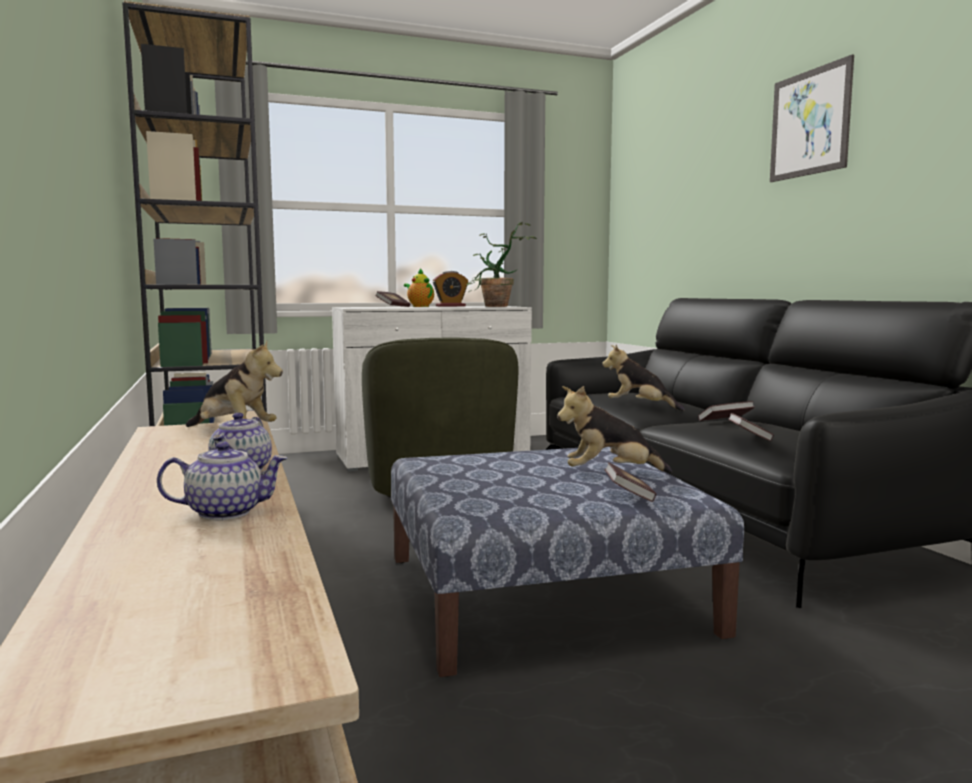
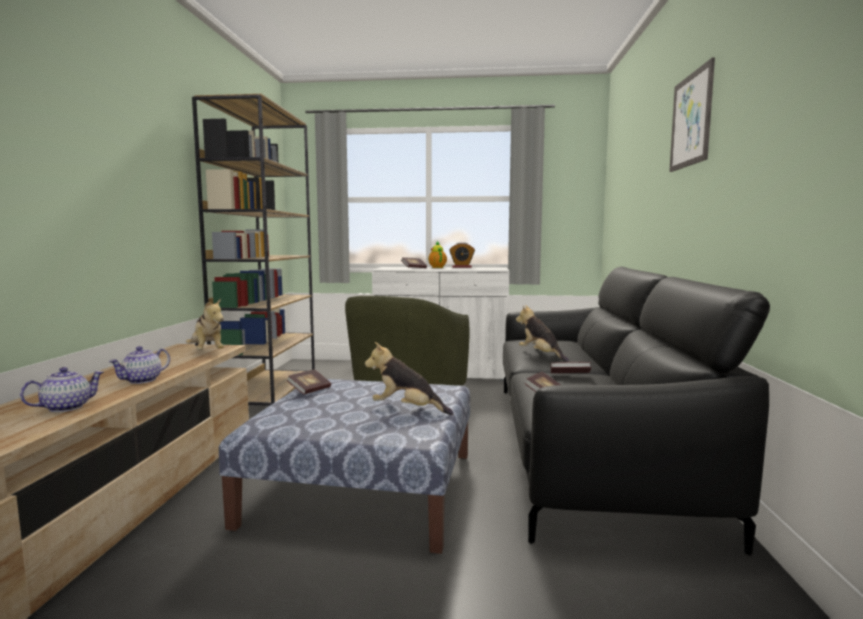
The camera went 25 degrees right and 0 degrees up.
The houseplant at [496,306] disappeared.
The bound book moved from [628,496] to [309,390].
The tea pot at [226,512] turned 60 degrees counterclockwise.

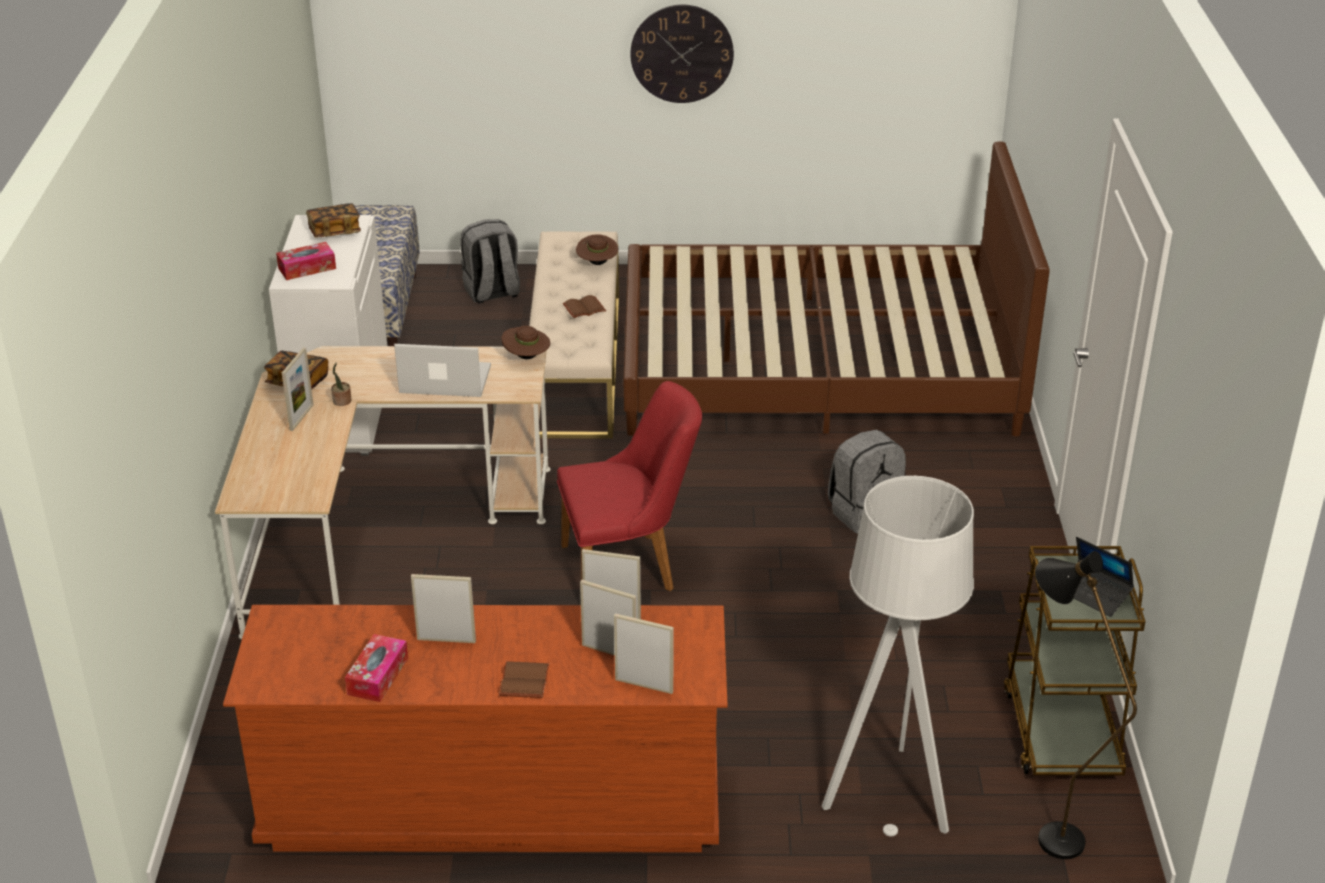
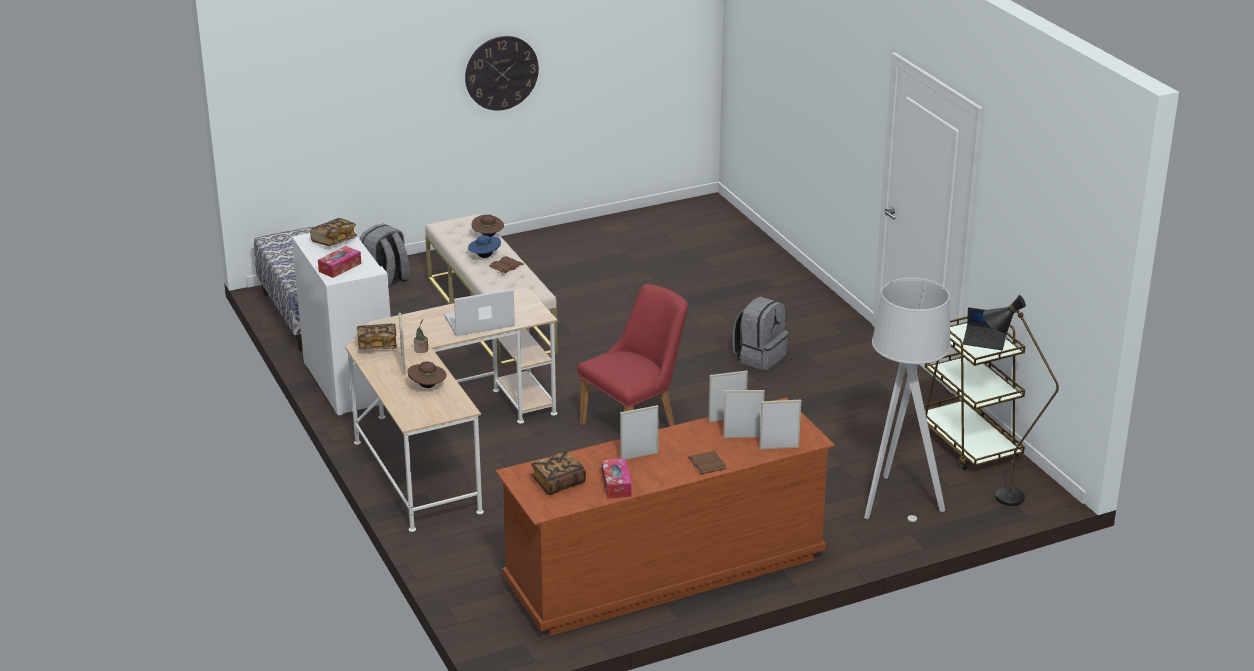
The camera went 25 degrees left and 5 degrees down.
The brown sleeping bed at [817,366] disappeared.
The bluish hat at [484,256] appeared.
The bound book at [558,482] appeared.
The brown hat moved from [526,357] to [427,386].

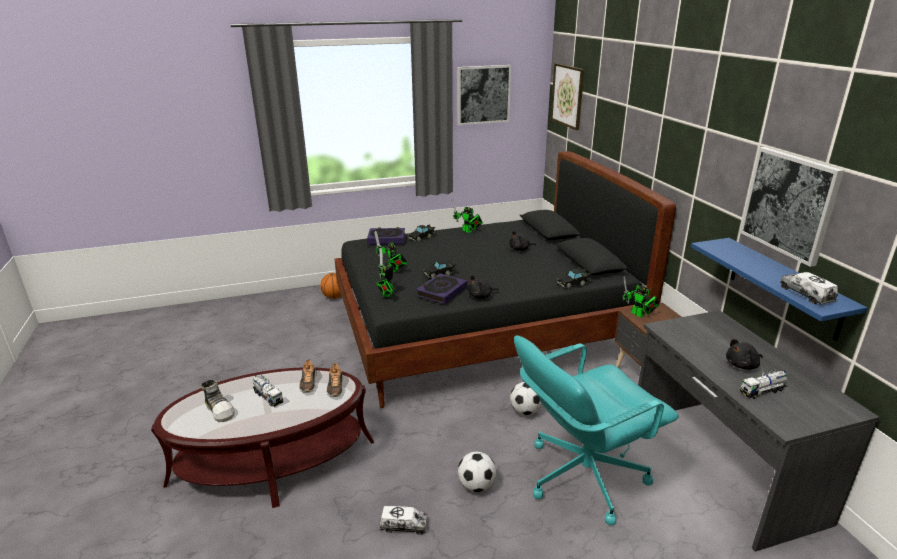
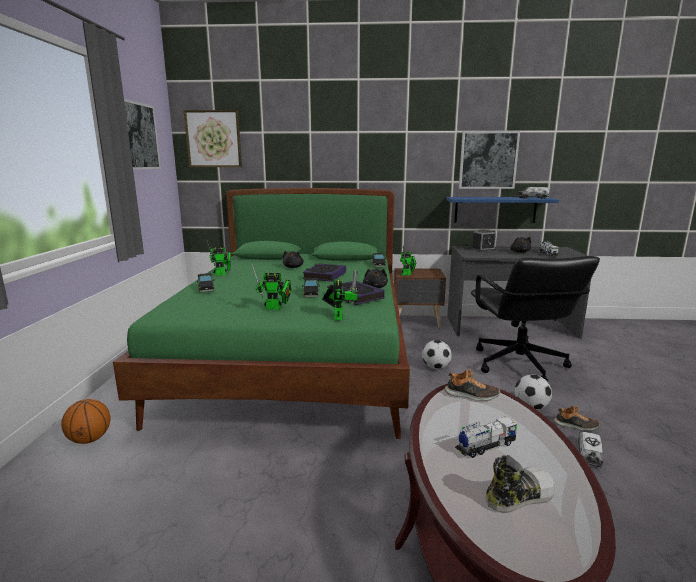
The camera went 70 degrees left and 10 degrees down.
The bedside clock at [483,249] appeared.
The low shoe moved from [308,383] to [576,426].
The bound book moved from [386,239] to [324,276].
The blackish sleeping bed at [483,330] became the greenish sleeping bed at [296,359].
The blue-green desk chair at [583,475] became the blackish desk chair at [518,365].
The toy robot at [387,295] turned 135 degrees counterclockwise.

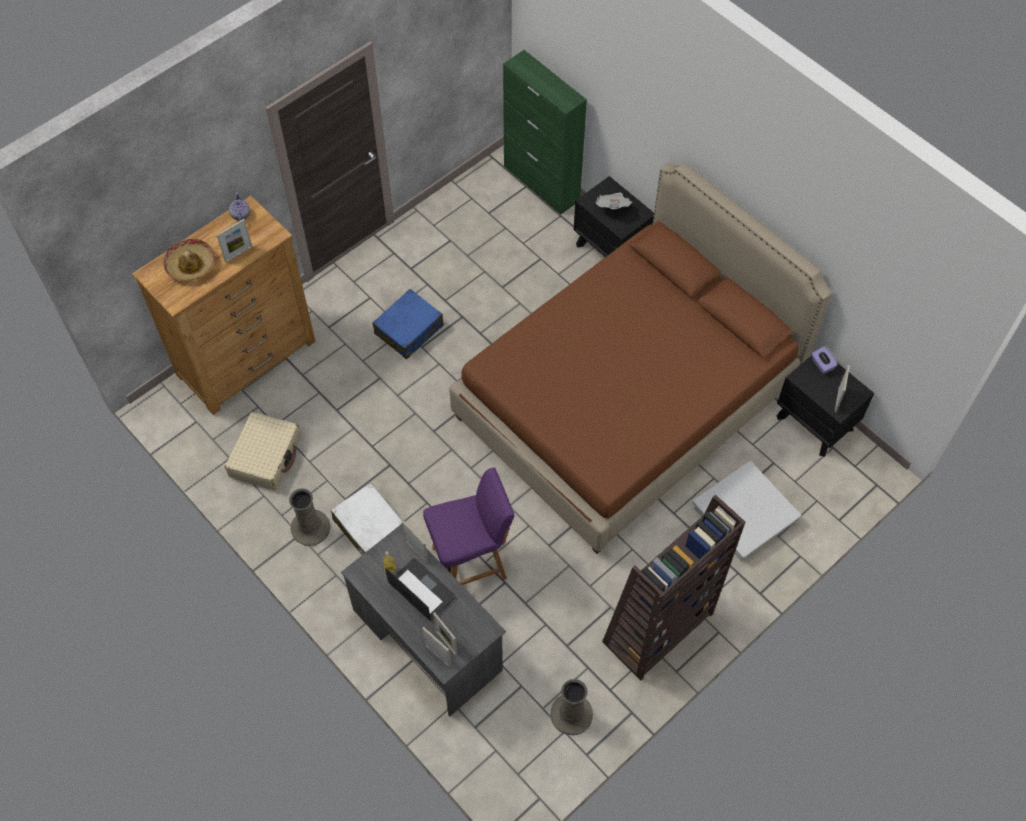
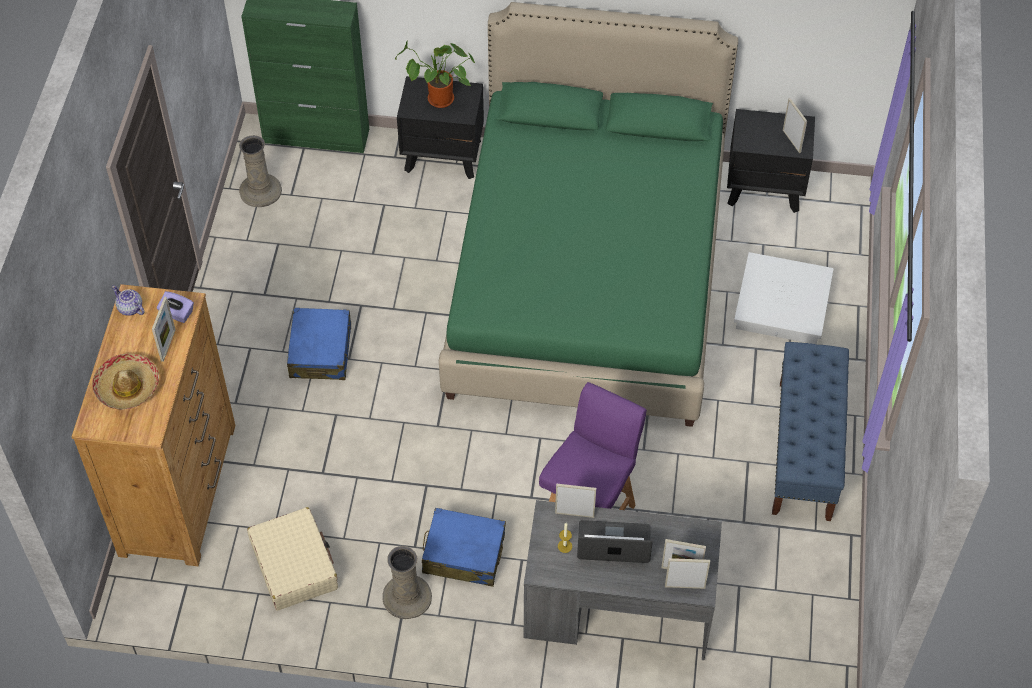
The camera went 40 degrees left and 5 degrees down.
The beige-coloured vase moved from [571,714] to [260,191].
The purple tissue holder moved from [822,365] to [177,313].
The newspaper at [613,207] was replaced by the houseplant at [438,101].
The brown shelving unit at [657,629] was replaced by the bluish long seat at [804,450].
The whitish travel case at [369,527] became the bluish travel case at [463,554].
The brown sleeping bed at [627,399] became the greenish sleeping bed at [587,276].

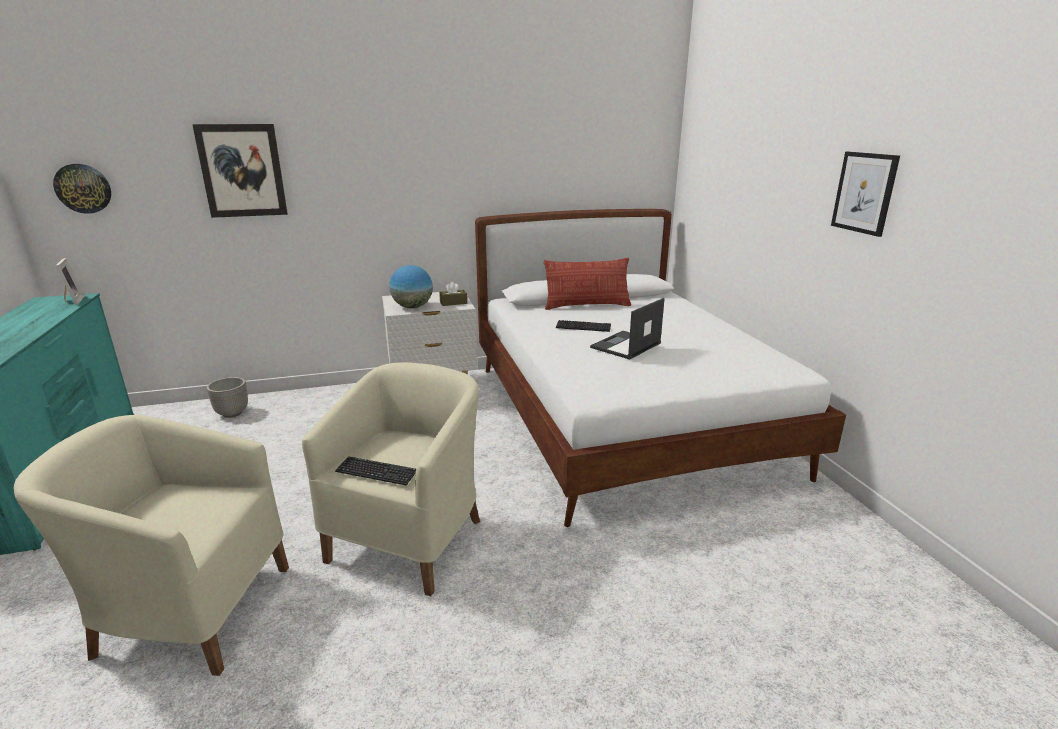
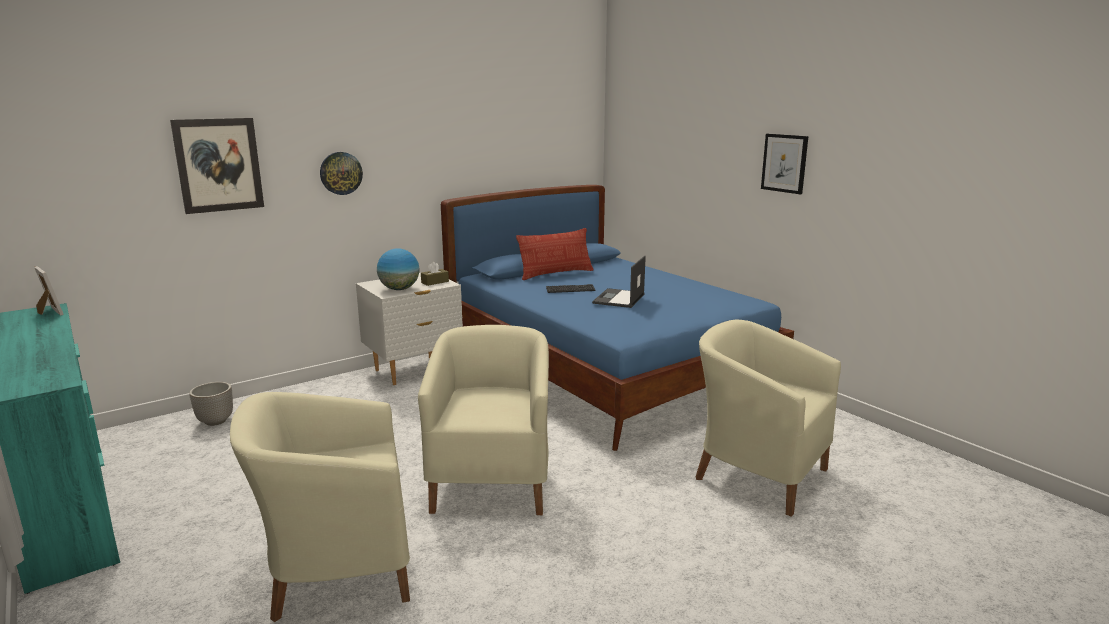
The camera went 20 degrees left and 5 degrees down.
The computer keyboard at [376,472] disappeared.
The beige-coloured armchair at [757,473] appeared.
The hanging clock moved from [83,188] to [341,173].
The whitish sleeping bed at [622,418] became the bluish sleeping bed at [605,370].

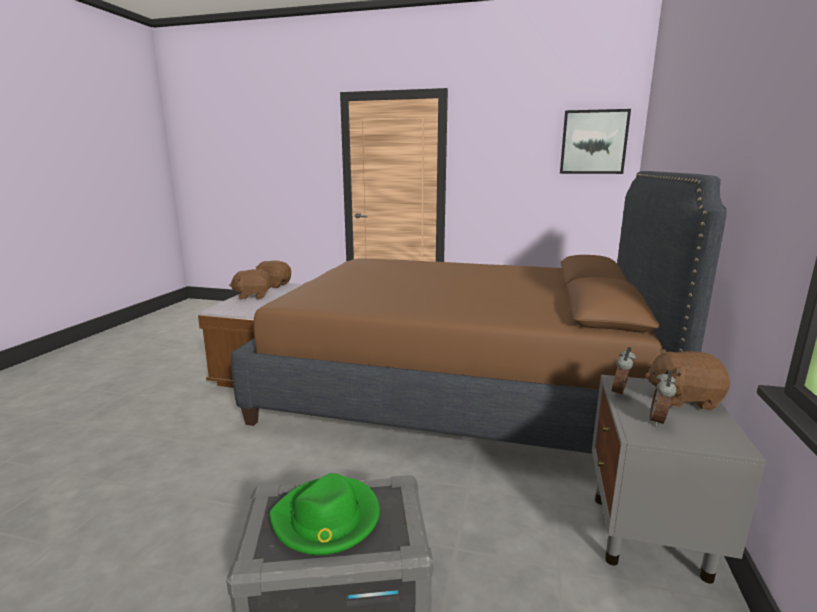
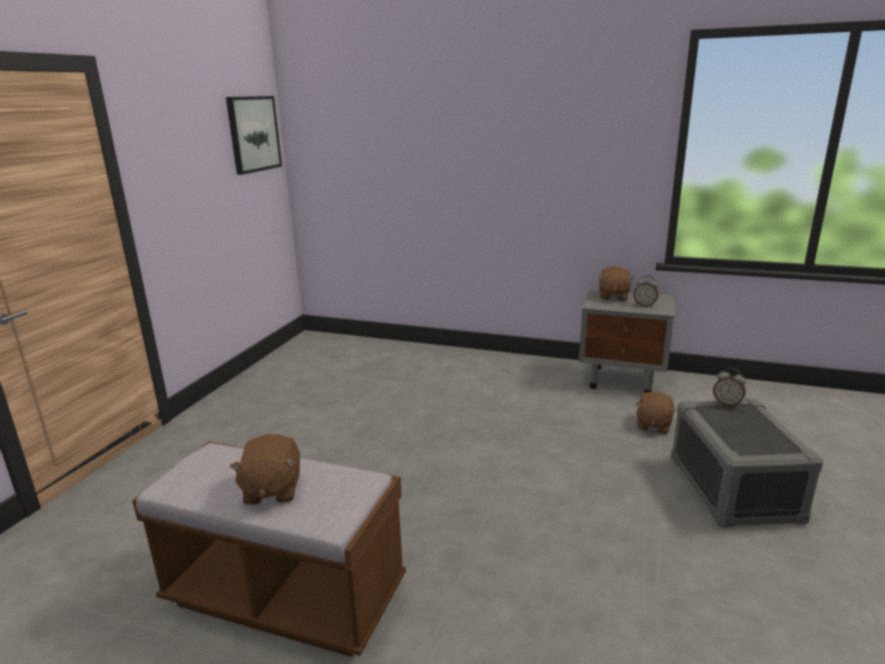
The camera went 85 degrees left and 5 degrees up.
The brown sleeping bed at [459,387] disappeared.
The greenish hat at [327,519] disappeared.
The brown plush toy moved from [274,285] to [653,425].
The bedside clock moved from [621,392] to [727,403].

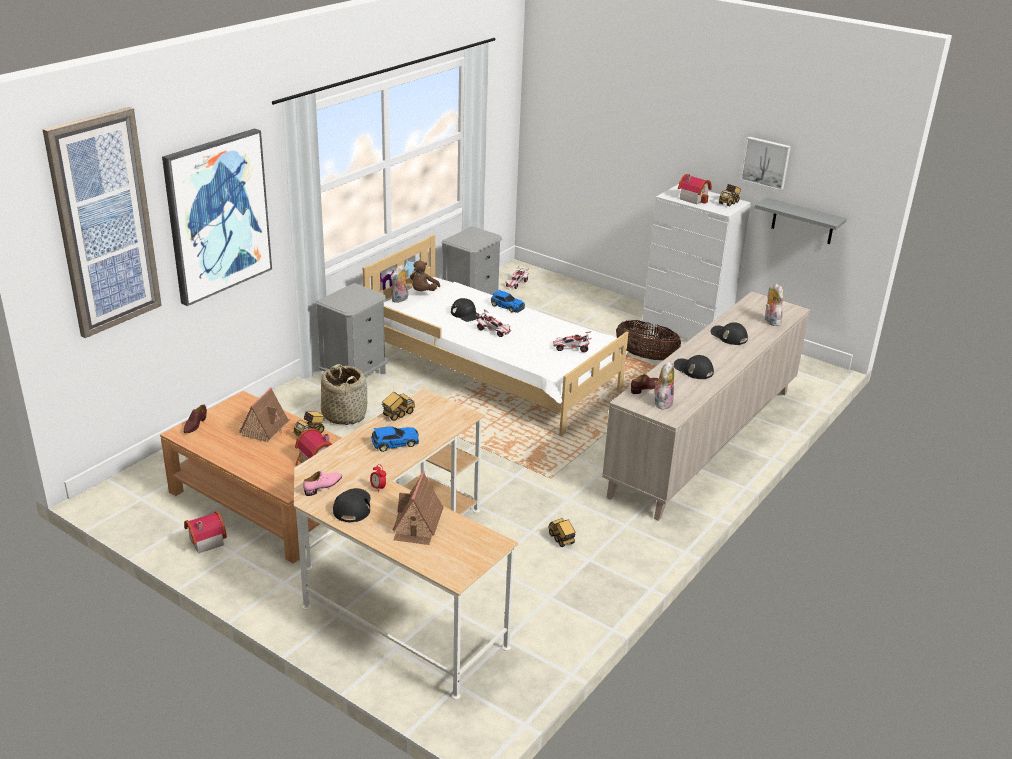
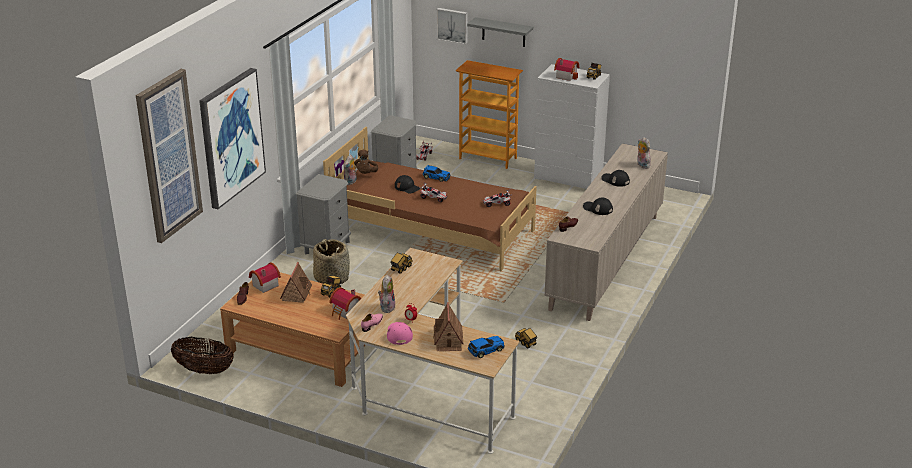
The camera went 10 degrees left and 0 degrees up.
The shelving unit at [488,158] appeared.
The miniature house moved from [205,541] to [264,285].
The toy car moved from [394,443] to [485,350].
The basket moved from [645,356] to [204,370].
The plush toy moved from [662,402] to [387,307].
The wall picture moved from [766,162] to [452,25].
The greyish wall shelf moved from [803,221] to [503,32].
The blackish baseball cap at [352,506] became the pink baseball cap at [399,334].
The whitish sleeping bed at [493,371] became the brown sleeping bed at [432,229].

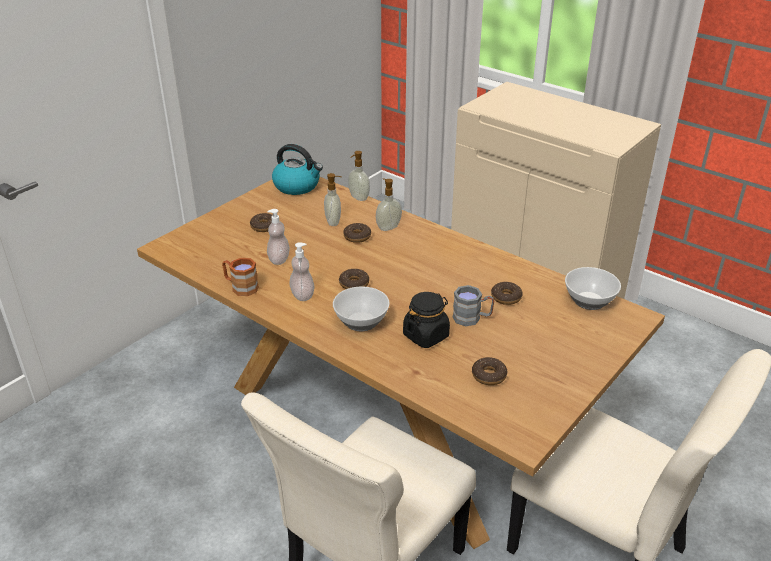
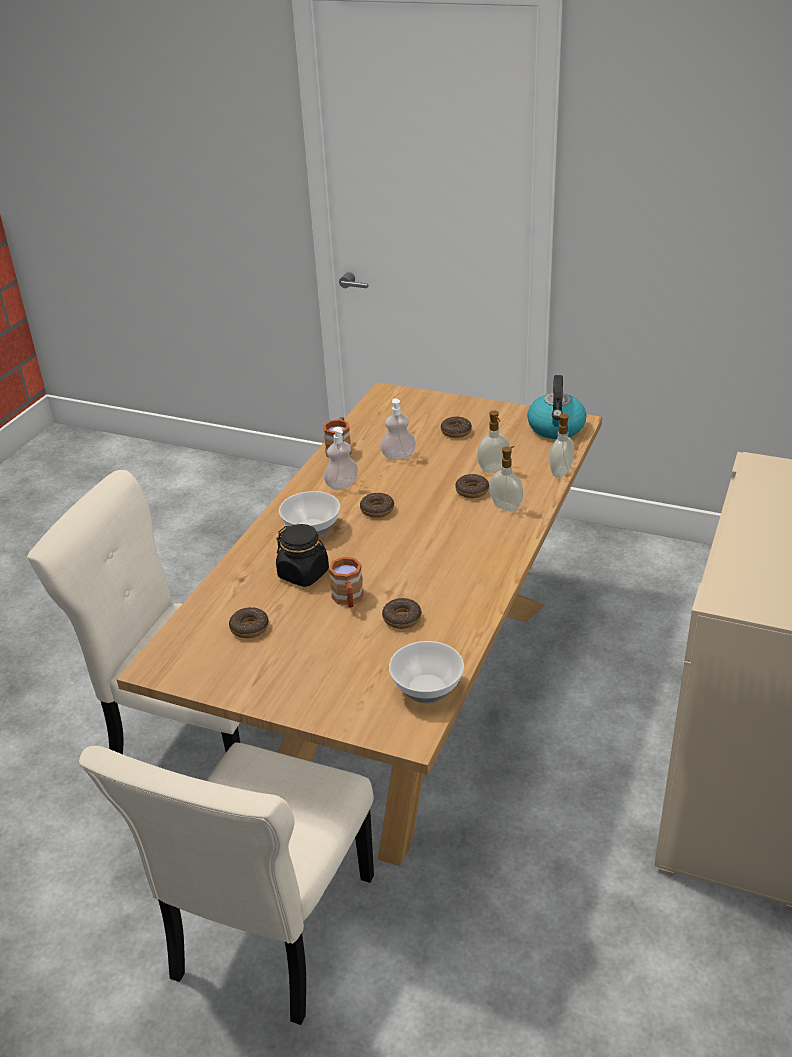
The camera went 75 degrees right and 0 degrees up.
The greyish coffee mug at [472,318] became the brown coffee mug at [348,600].

